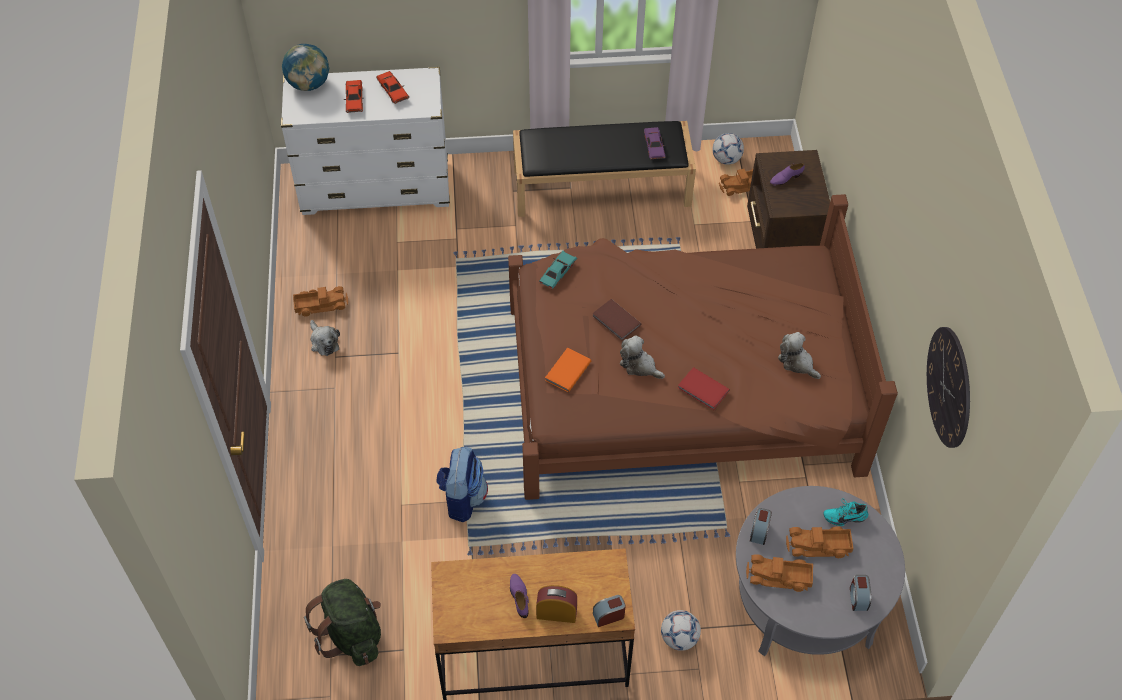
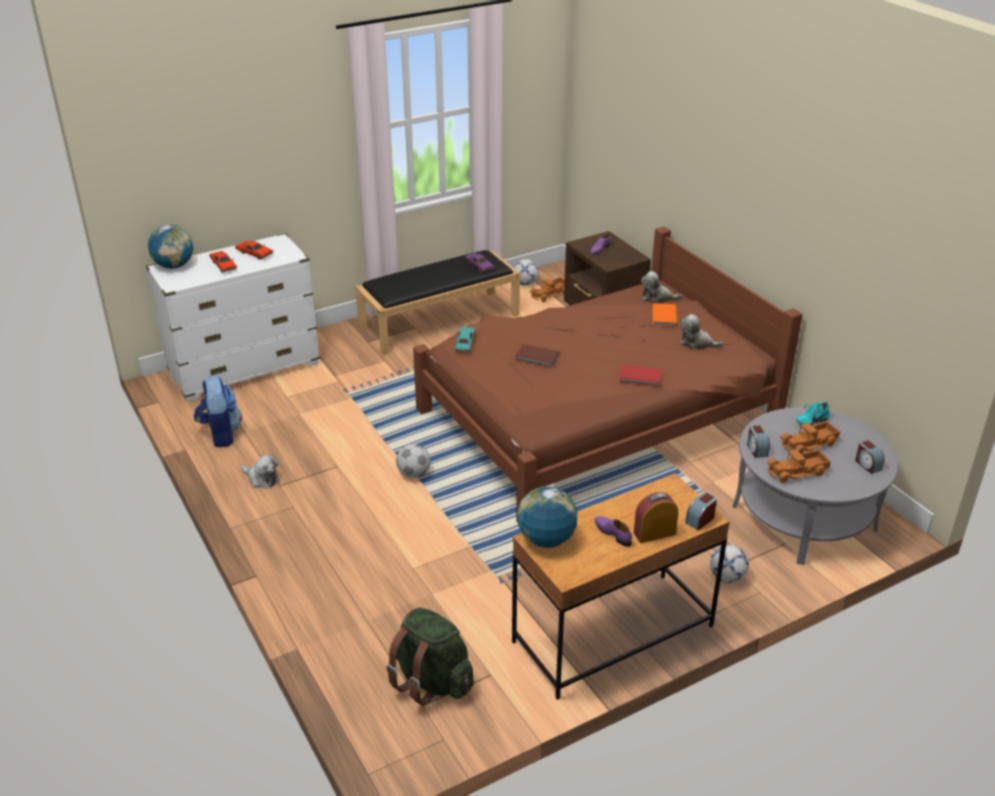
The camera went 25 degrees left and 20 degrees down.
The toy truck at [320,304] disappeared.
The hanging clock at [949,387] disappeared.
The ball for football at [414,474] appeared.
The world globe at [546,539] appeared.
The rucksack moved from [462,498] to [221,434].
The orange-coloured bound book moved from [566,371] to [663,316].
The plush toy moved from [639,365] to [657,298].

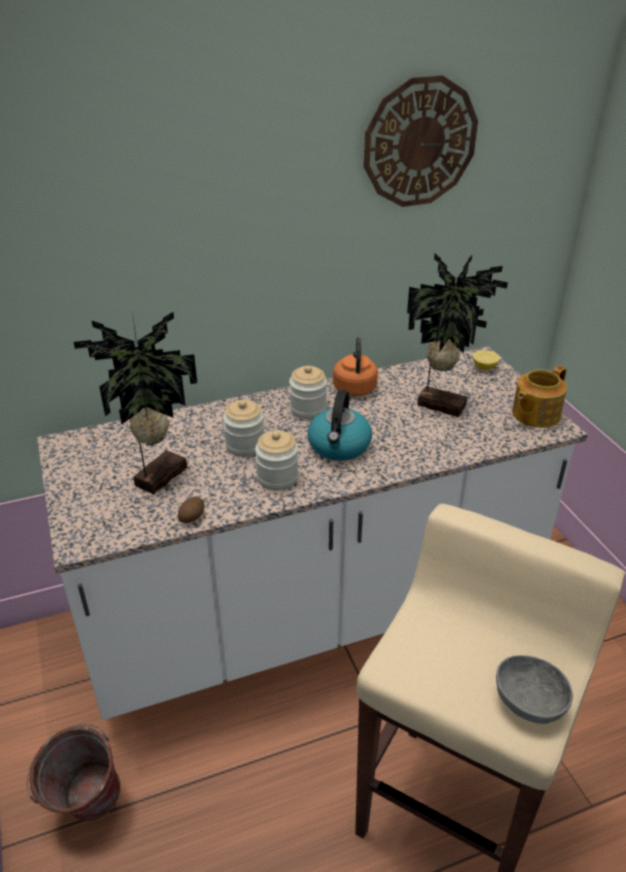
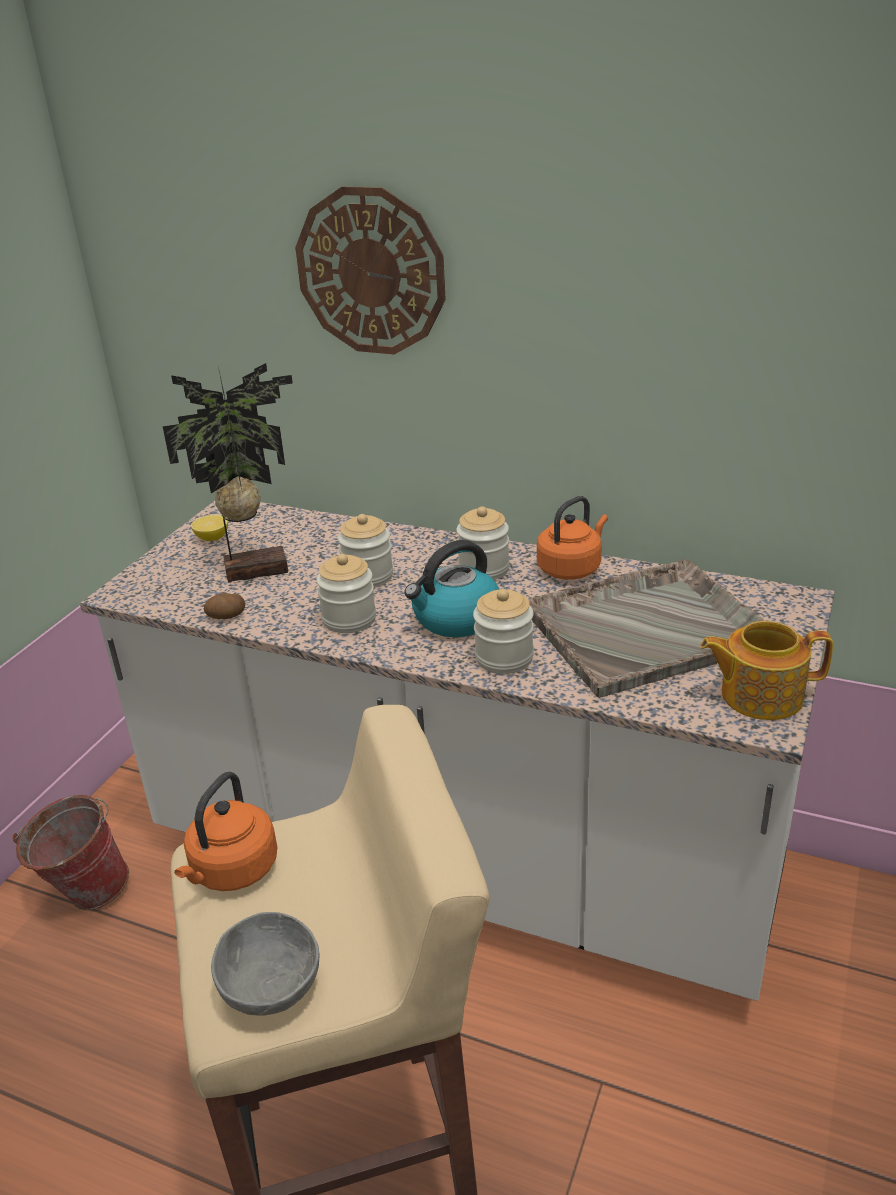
The camera went 45 degrees right and 5 degrees down.
The orange-coloured tea kettle at [232,871] appeared.
The preserve jar at [504,658] appeared.
The hanging clock moved from [420,143] to [371,272].
The whole lemon moved from [484,367] to [212,538].
The houseplant at [441,404] was replaced by the greyish carrying tray at [648,628].

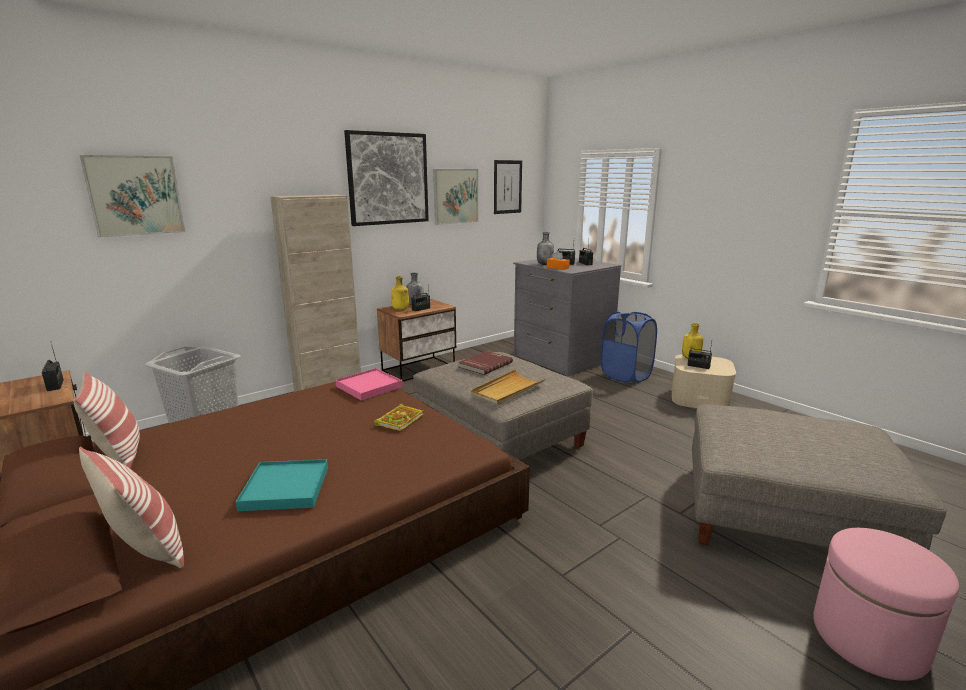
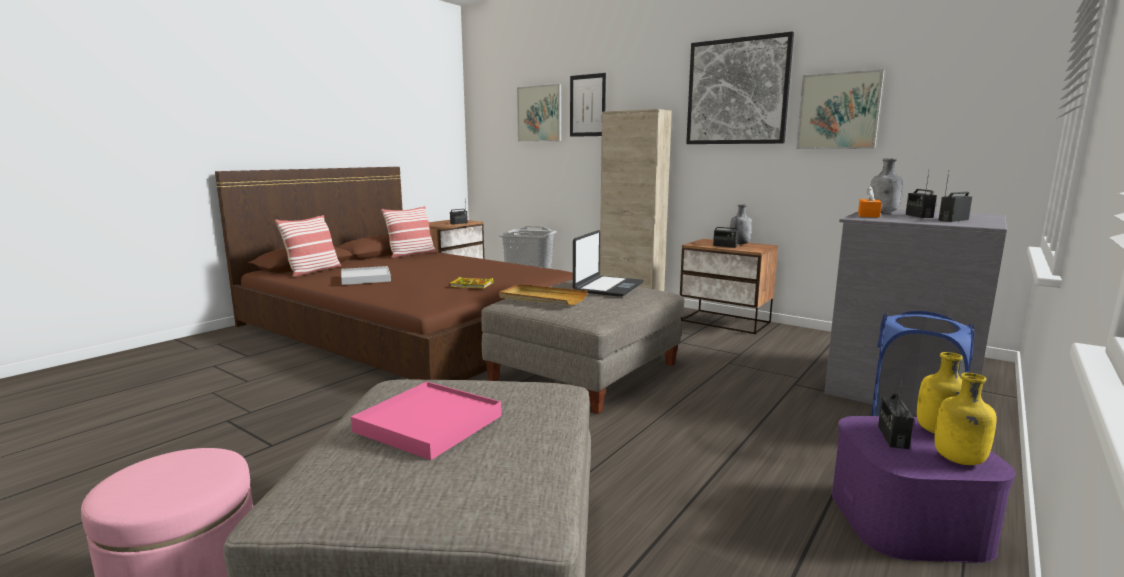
The camera went 75 degrees right and 5 degrees down.
The pink carrying tray moved from [369,386] to [429,423].
The yellow drink bottle moved from [400,309] to [958,460].
The wall picture moved from [507,187] to [587,105].
The red-coloured bound book at [484,364] was replaced by the notebook computer at [608,287].
The blue-green carrying tray at [285,488] became the whitish carrying tray at [366,278].
The beige-coloured storage box at [699,397] became the purple storage box at [908,520].

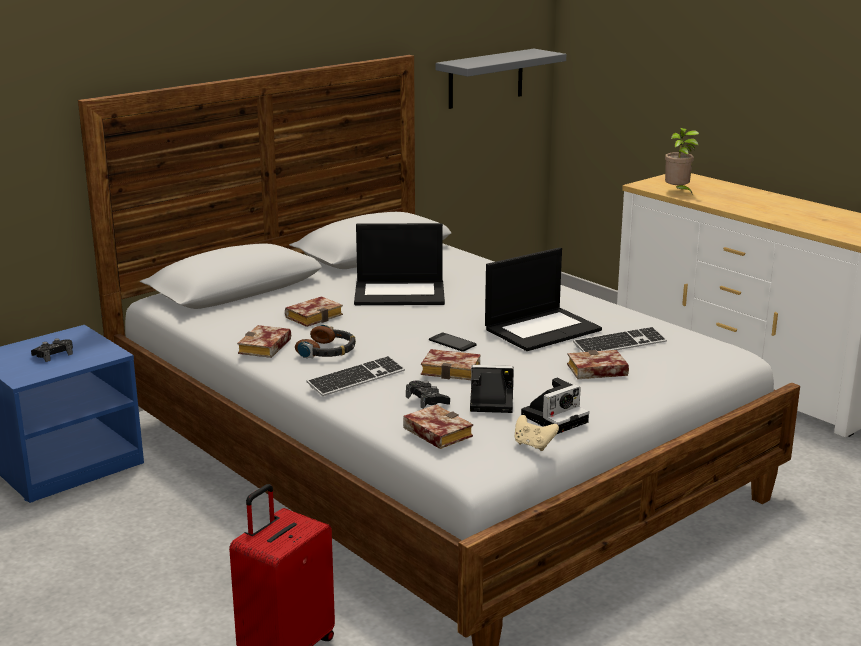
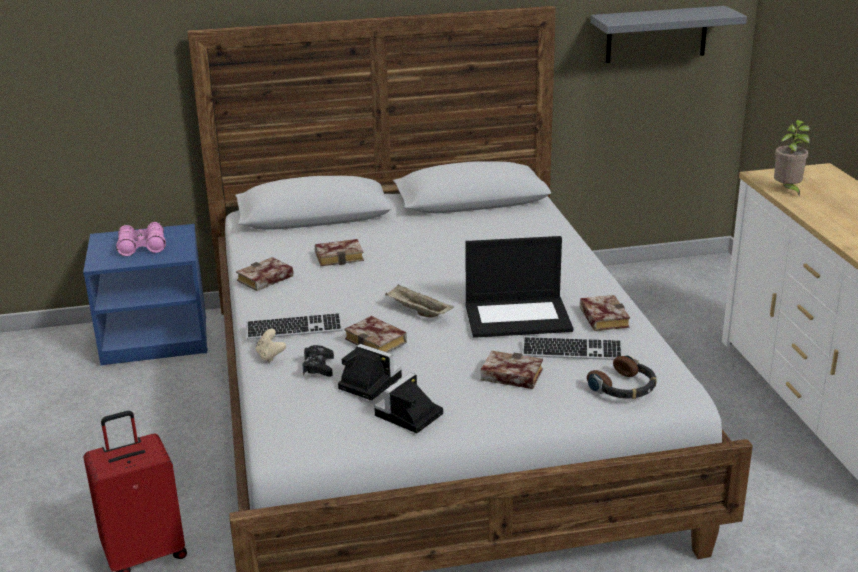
The camera went 30 degrees right and 5 degrees up.
The notebook computer at [400,293] disappeared.
The headphones moved from [328,351] to [624,387].
The bound book moved from [434,432] to [601,317].
The beige-coloured game controller moved from [533,445] to [270,356].
The blackish game controller at [53,355] was replaced by the pink pair of binoculars at [142,247].
The handset at [452,343] was replaced by the beige-coloured carrying tray at [417,312].
The photo camera at [555,417] turned 135 degrees clockwise.

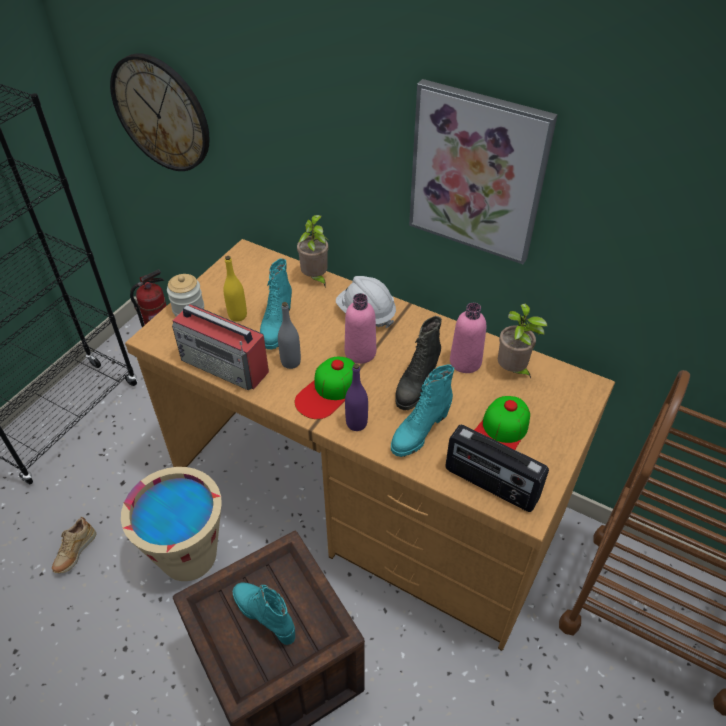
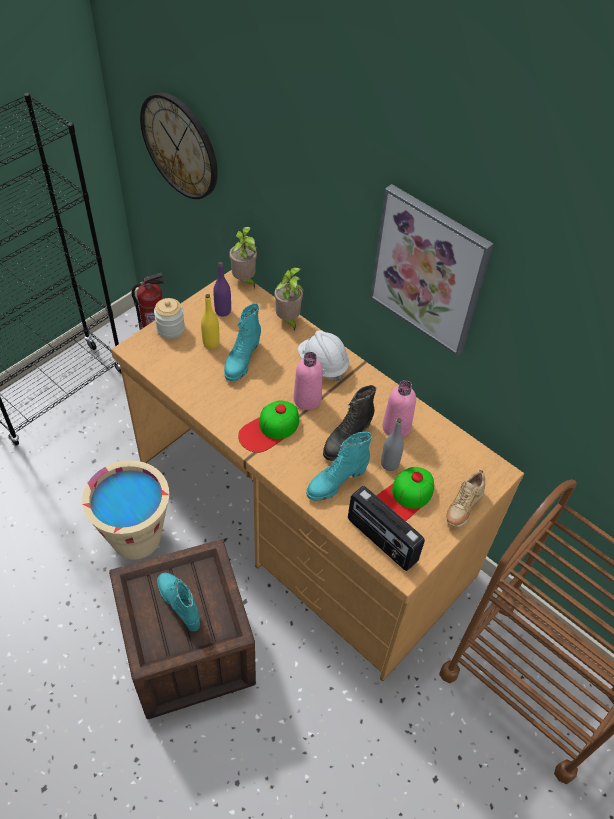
The camera went 10 degrees right and 5 degrees up.
The radio set at [225,366] disappeared.
The beige-coloured low shoe moved from [75,553] to [462,508].
The greyish drink bottle moved from [291,362] to [389,464].
The purple drink bottle moved from [356,423] to [223,311].
The houseplant moved from [512,371] to [244,281].

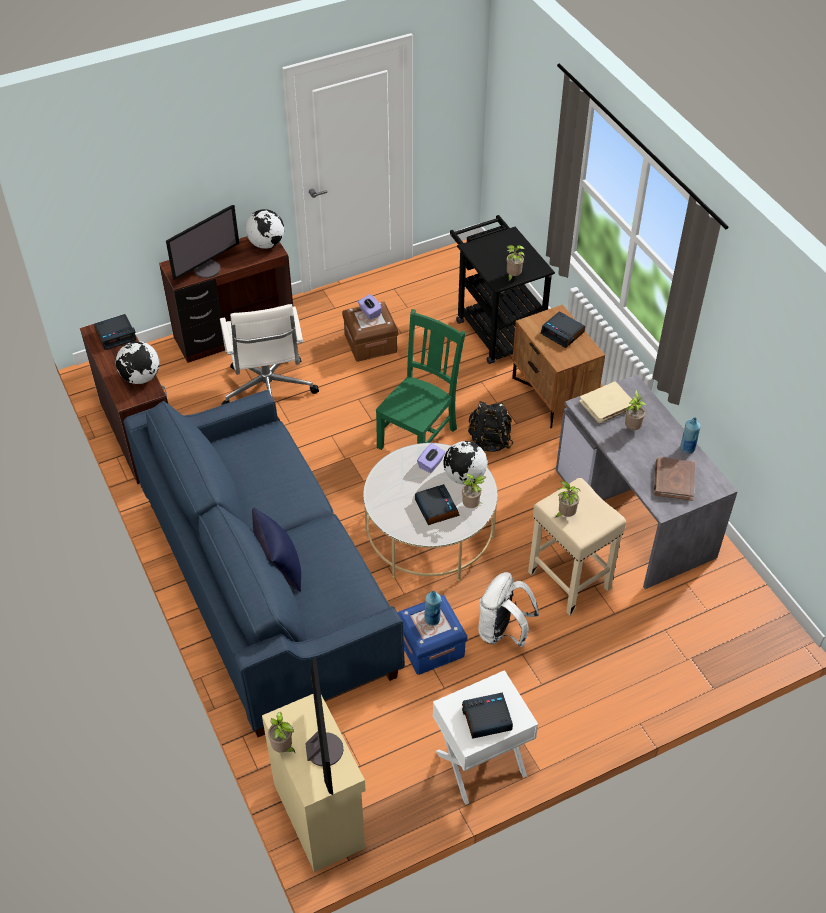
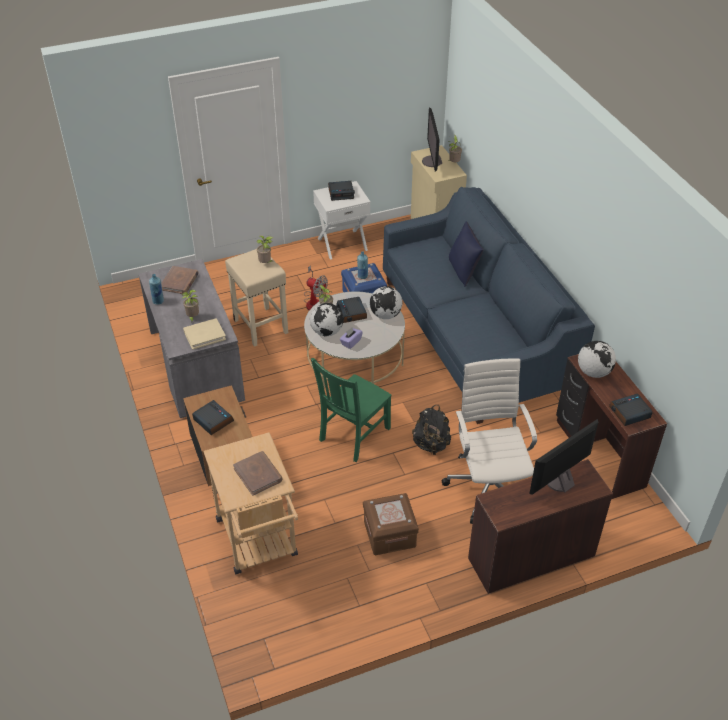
The camera went 175 degrees left and 5 degrees down.
The purple tissue holder at [369,312] disappeared.
The houseplant at [513,276] disappeared.
The brown bound book at [258,474] appeared.
The world globe moved from [266,244] to [385,315].
The blackish rucksack moved from [489,441] to [431,444].
The whitish rucksack at [503,632] was replaced by the electric fan at [314,301].
The blackish cart at [495,328] became the beige-coloured cart at [259,543].

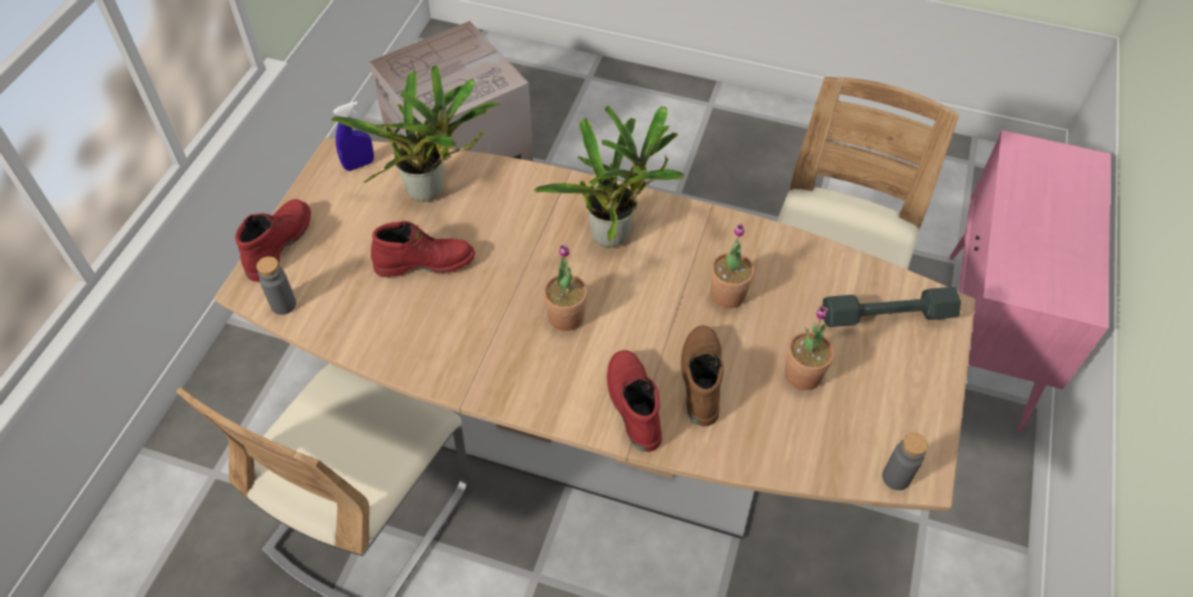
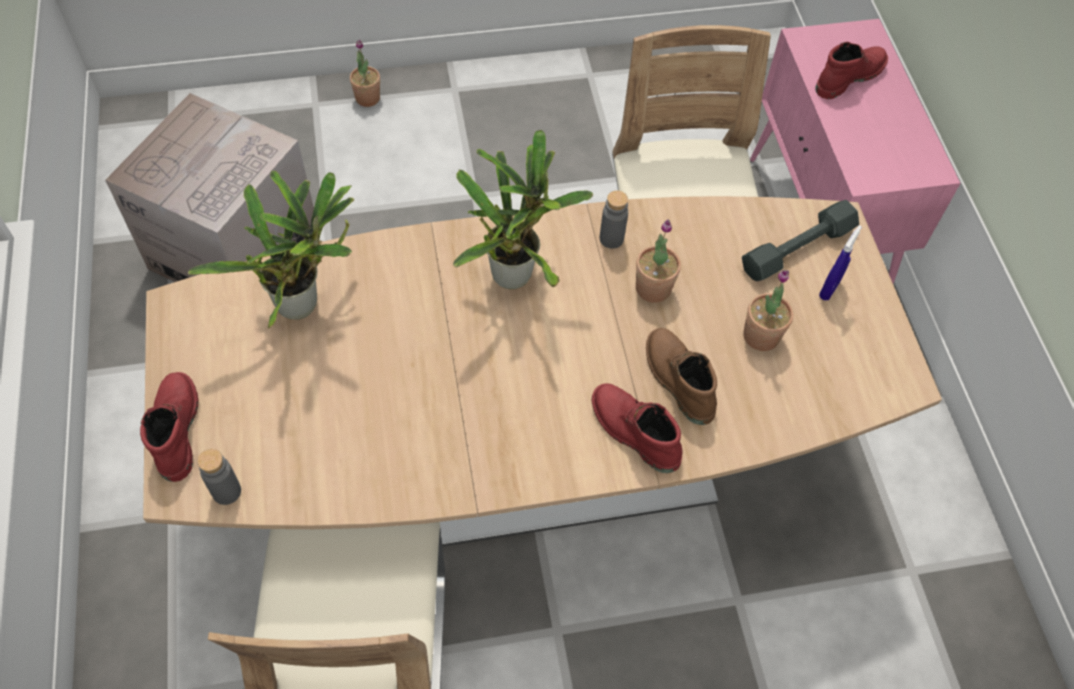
The camera went 30 degrees left and 5 degrees up.
The bluish hand sprayer moved from [359,165] to [829,289].
The red-coloured high-top boot moved from [425,262] to [848,77].
The houseplant moved from [566,317] to [367,98].
The greyish drink bottle moved from [896,477] to [611,239].

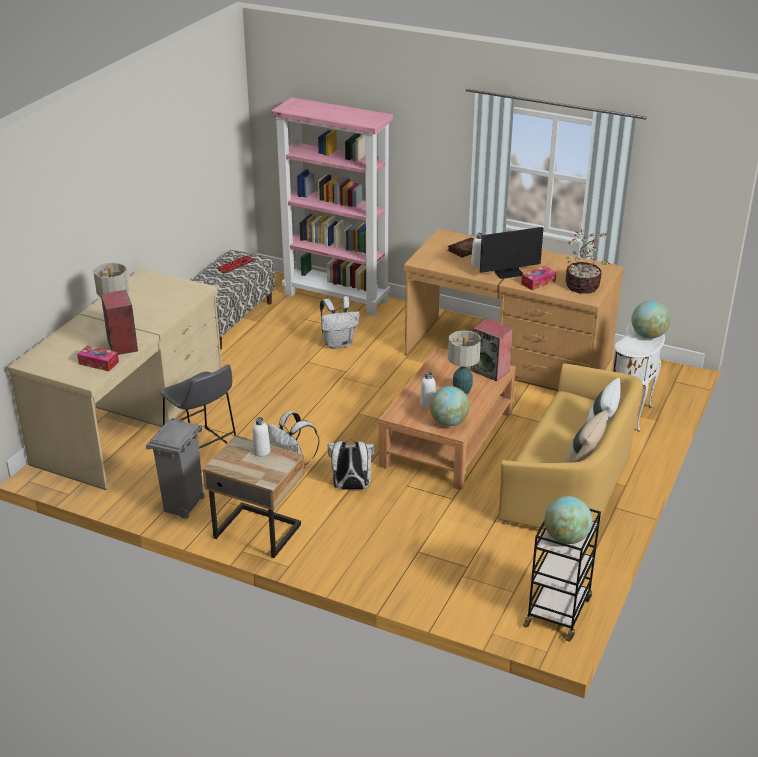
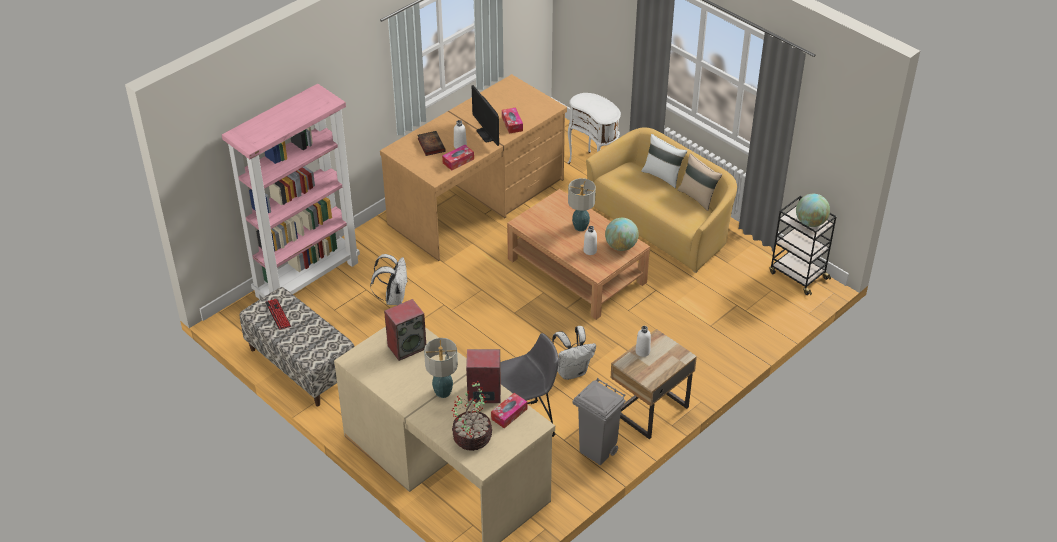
The camera went 70 degrees left and 10 degrees up.
The whitish rucksack at [351,487] disappeared.
The world globe at [648,335] disappeared.
The tissue holder at [458,161] appeared.
The loudspeaker moved from [491,370] to [407,346].
The houseplant moved from [583,286] to [473,437].
The computer display at [509,273] turned 150 degrees clockwise.

